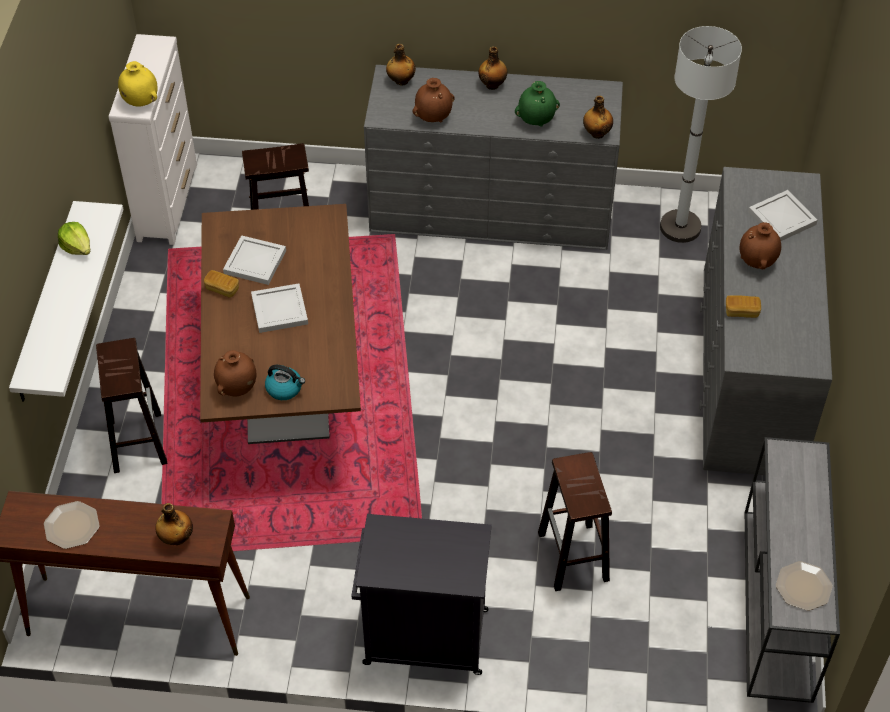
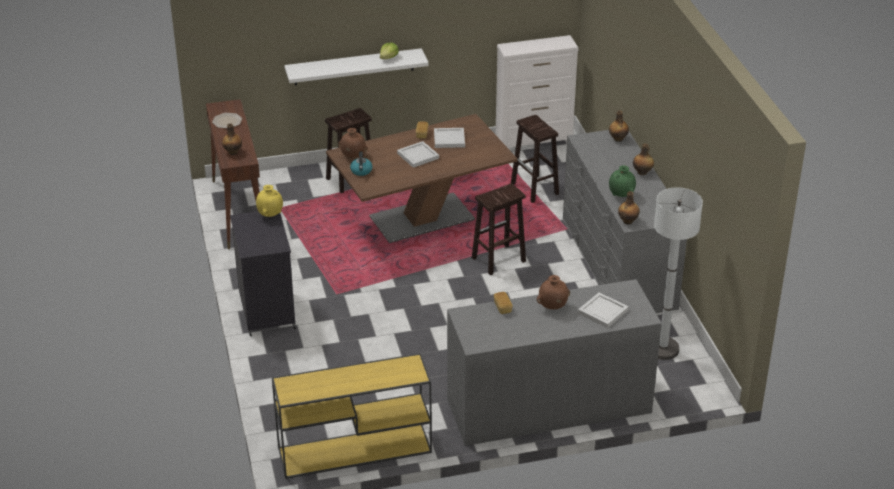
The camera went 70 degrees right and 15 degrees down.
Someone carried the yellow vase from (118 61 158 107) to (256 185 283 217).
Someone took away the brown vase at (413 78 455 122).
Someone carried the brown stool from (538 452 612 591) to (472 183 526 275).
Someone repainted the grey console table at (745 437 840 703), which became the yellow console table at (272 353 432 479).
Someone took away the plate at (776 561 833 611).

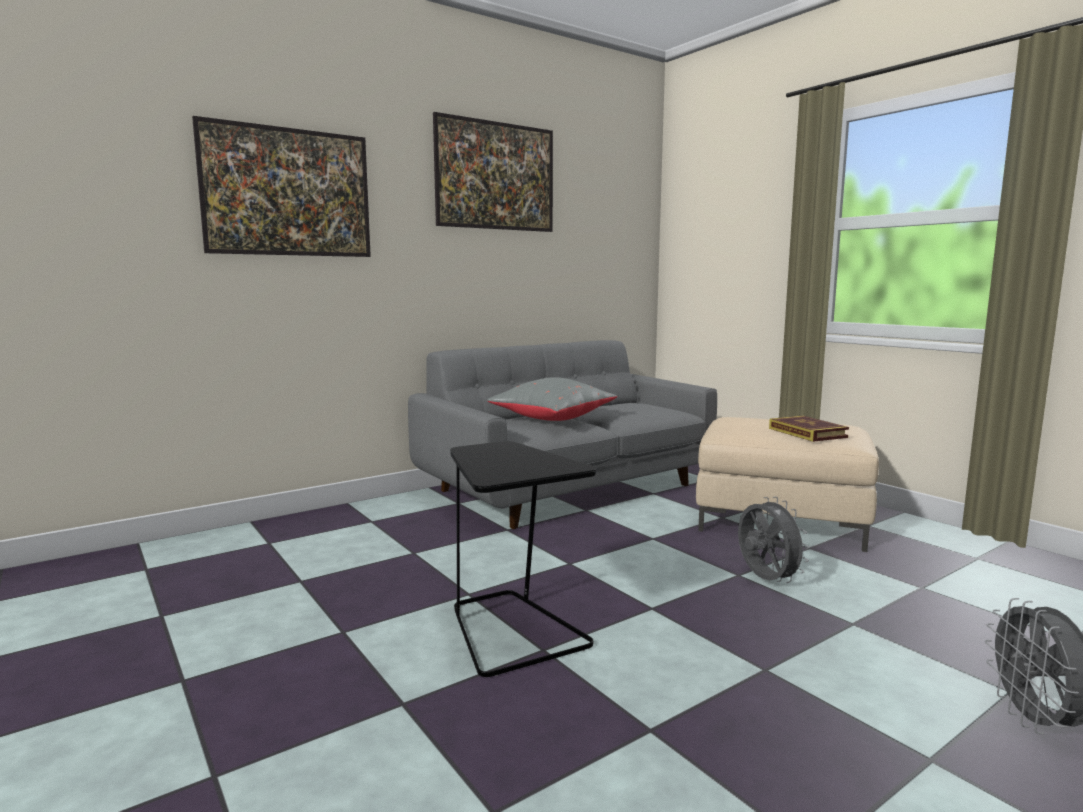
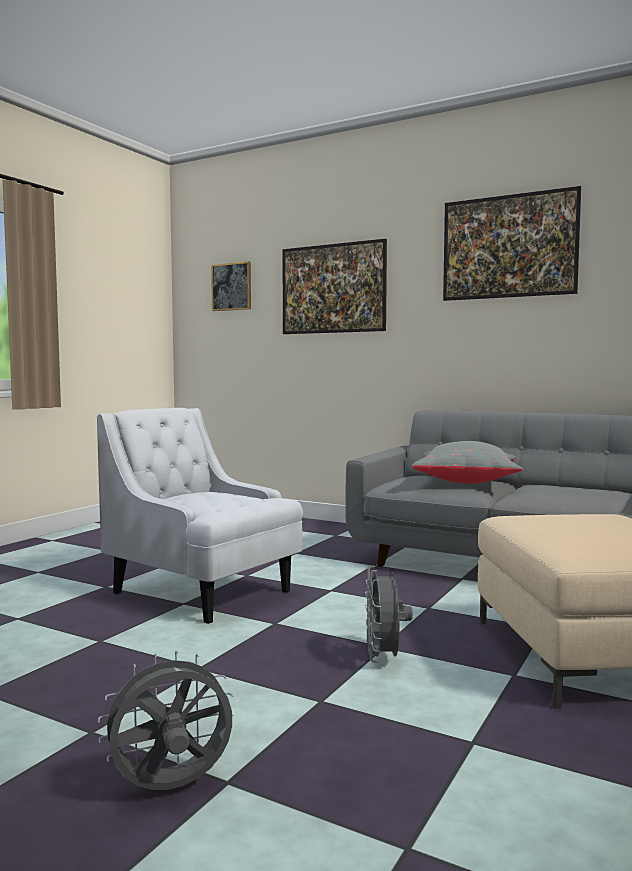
The camera went 65 degrees right and 5 degrees down.
Someone swapped the black side table at (450 441 597 677) for the white armchair at (97 408 303 624).
Someone rotated the grey fan at (738 497 810 583) by 135 degrees clockwise.
Someone took away the book at (769 416 849 442).
Someone put up the picture at (211 261 251 311).

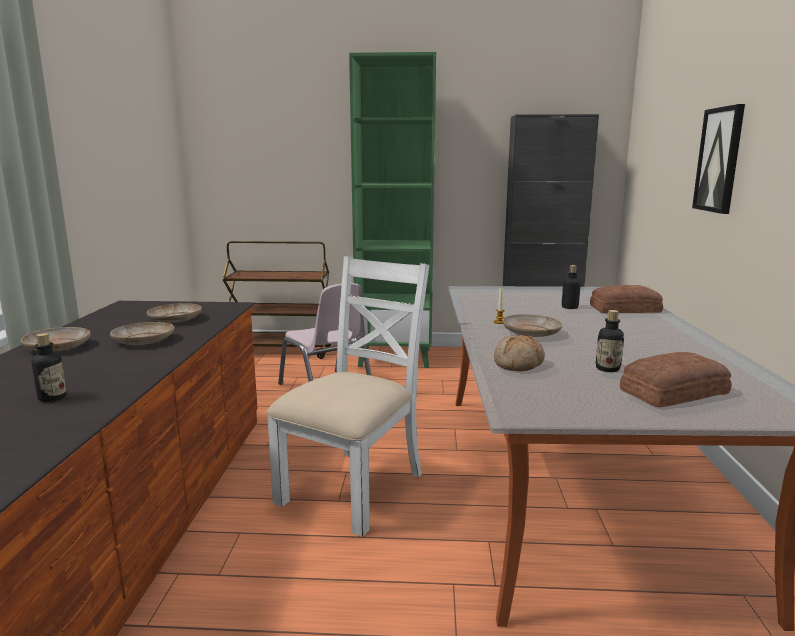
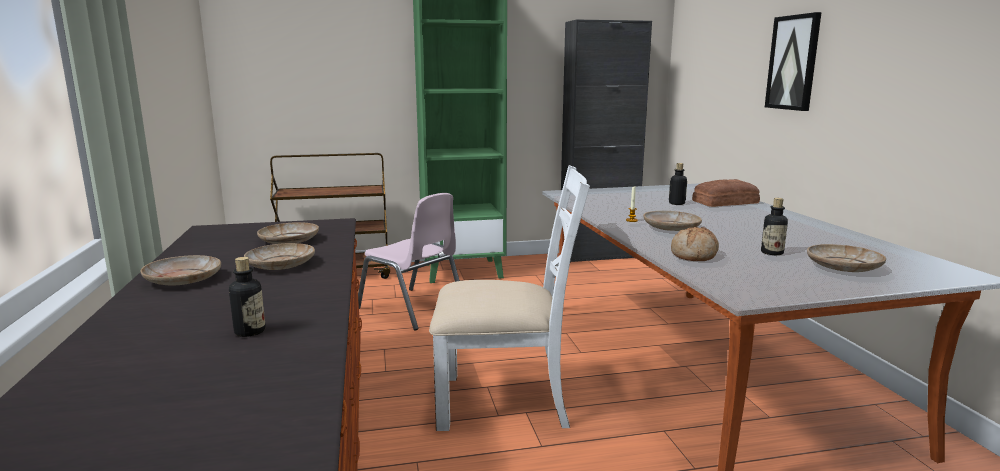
The camera went 15 degrees left and 0 degrees up.
Someone rotated the white chair at (266 256 430 537) by 75 degrees clockwise.
Someone swapped the bread at (620 352 732 408) for the beige plate at (807 244 886 272).

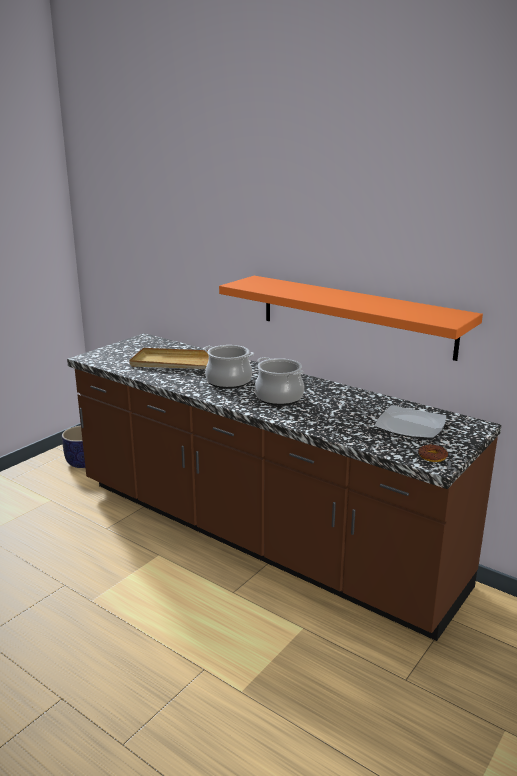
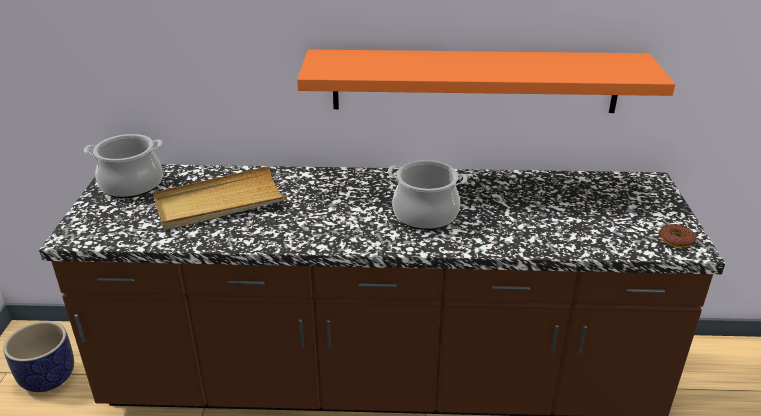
The camera went 35 degrees left and 10 degrees up.
Someone carried the cooking pot from (203 345 254 389) to (84 134 163 198).
Someone took away the plate at (375 405 446 439).

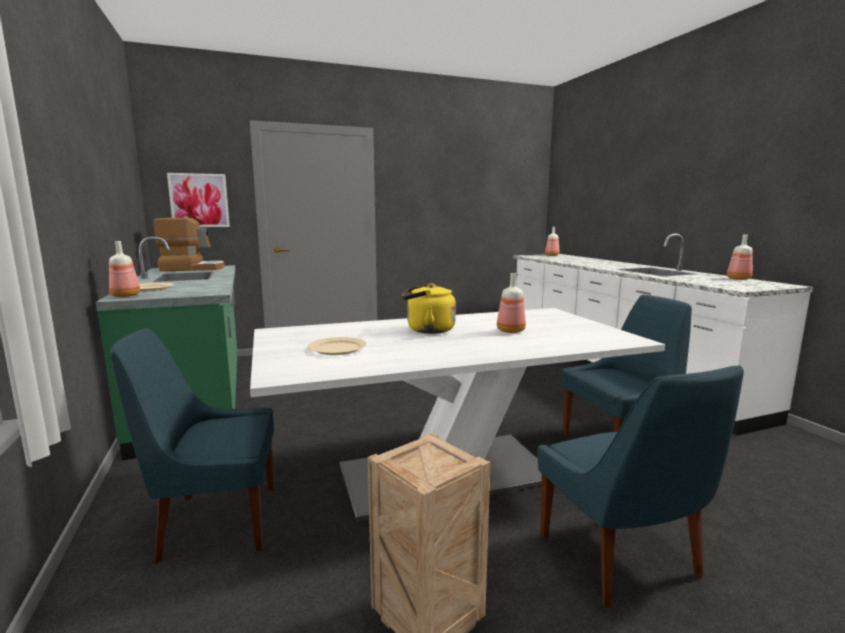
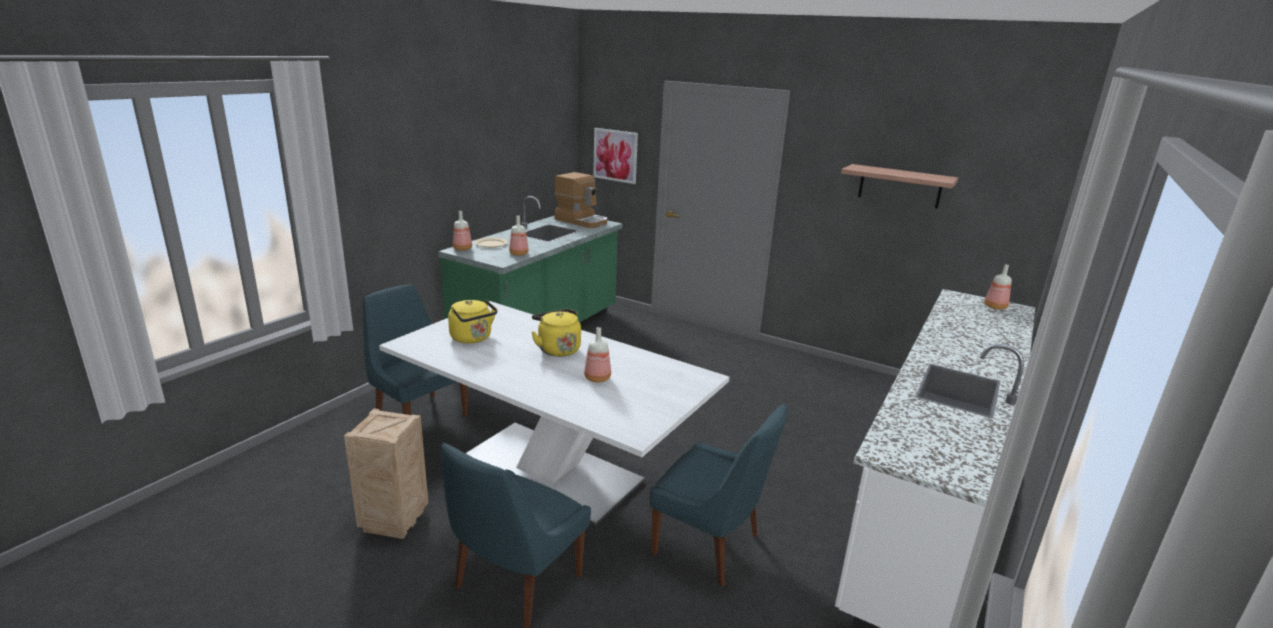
The camera went 50 degrees right and 10 degrees up.
Someone swapped the beige plate at (308 337 366 355) for the yellow kettle at (448 299 497 343).
Someone carried the bottle from (727 235 753 280) to (509 216 529 256).
Someone put up the shelf at (841 164 958 209).

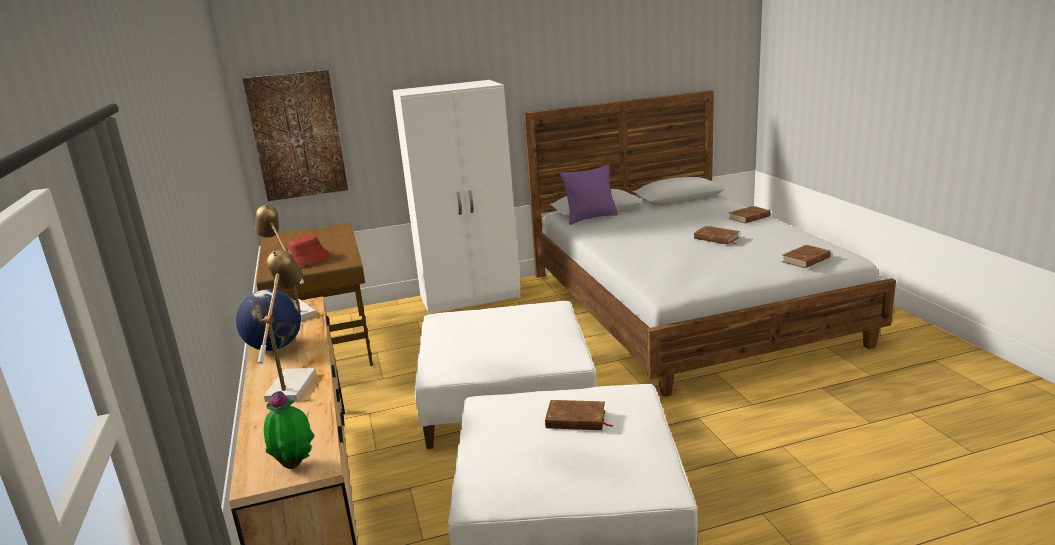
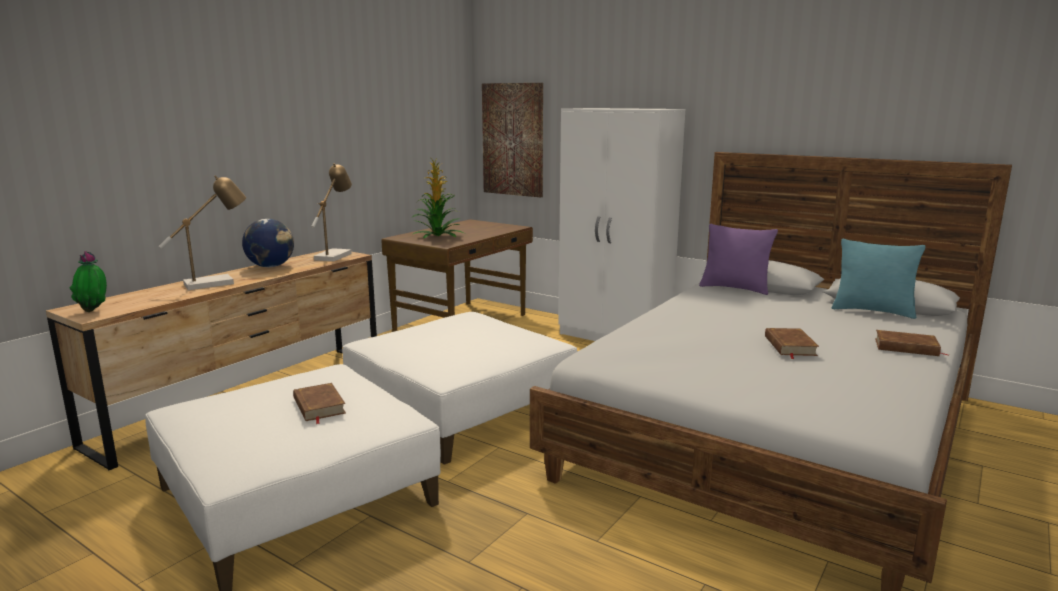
The camera went 50 degrees right and 5 degrees down.
Someone swapped the red hat at (288 235 330 266) for the potted plant at (411 157 463 238).
Someone took away the brown book at (782 245 831 268).
Someone put down the turquoise pillow at (832 239 926 319).

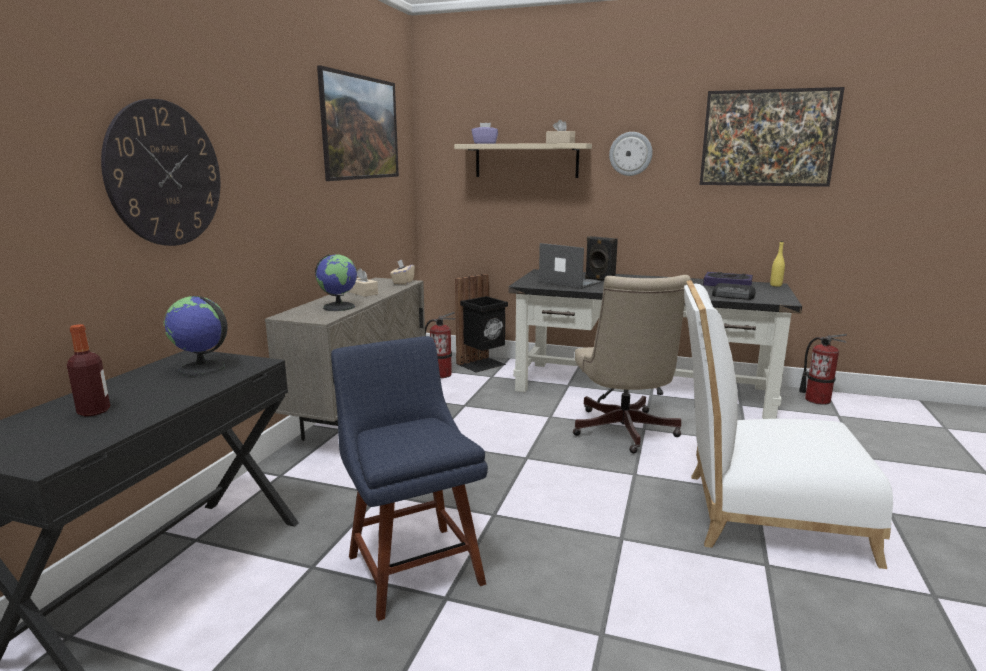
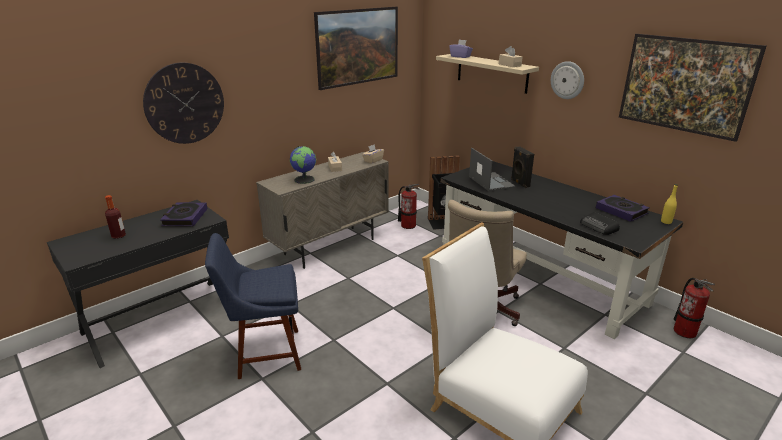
The camera went 30 degrees right and 10 degrees up.
Someone swapped the globe at (164 296 228 376) for the book at (160 202 207 227).
Someone rotated the blue chair at (331 336 488 621) by 105 degrees counterclockwise.

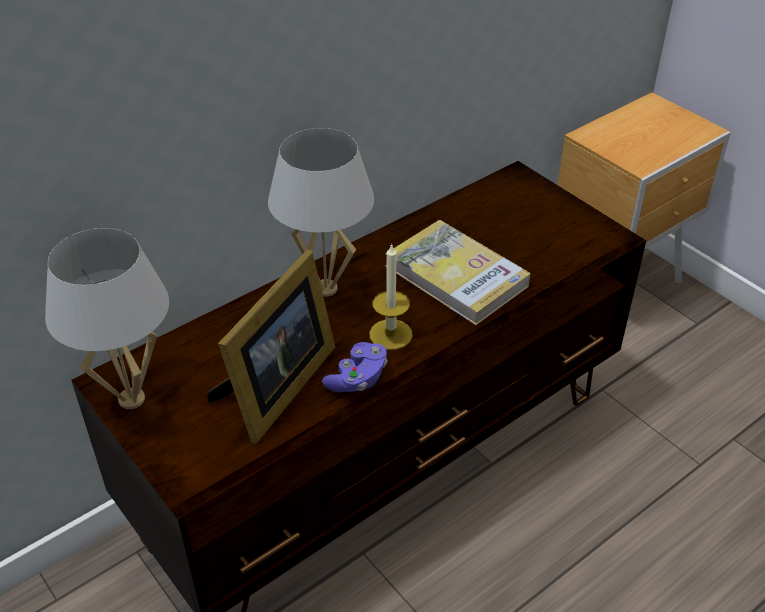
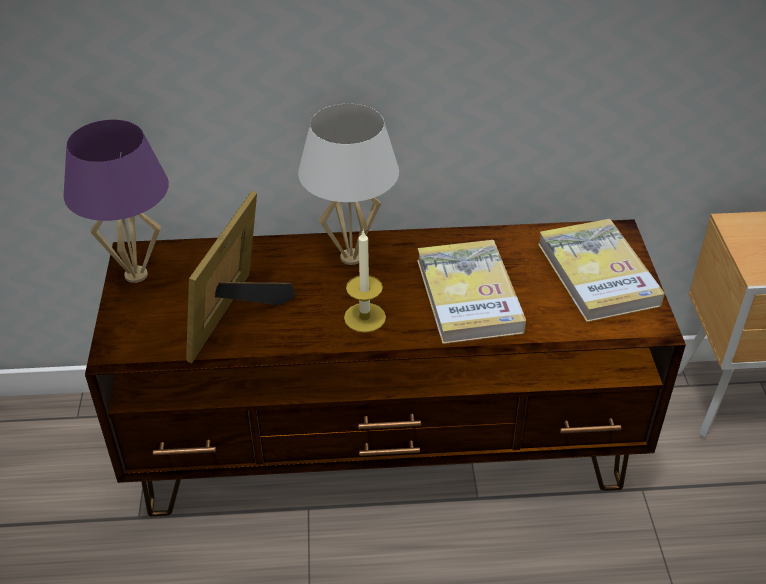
The camera went 35 degrees right and 0 degrees up.
Someone repainted the white table lamp at (45 228 169 409), which became the purple table lamp at (64 120 169 283).
Someone rotated the picture frame at (207 250 335 444) by 135 degrees clockwise.
Someone took away the purple game controller at (322 342 387 392).
Someone put down the book at (538 219 665 322).

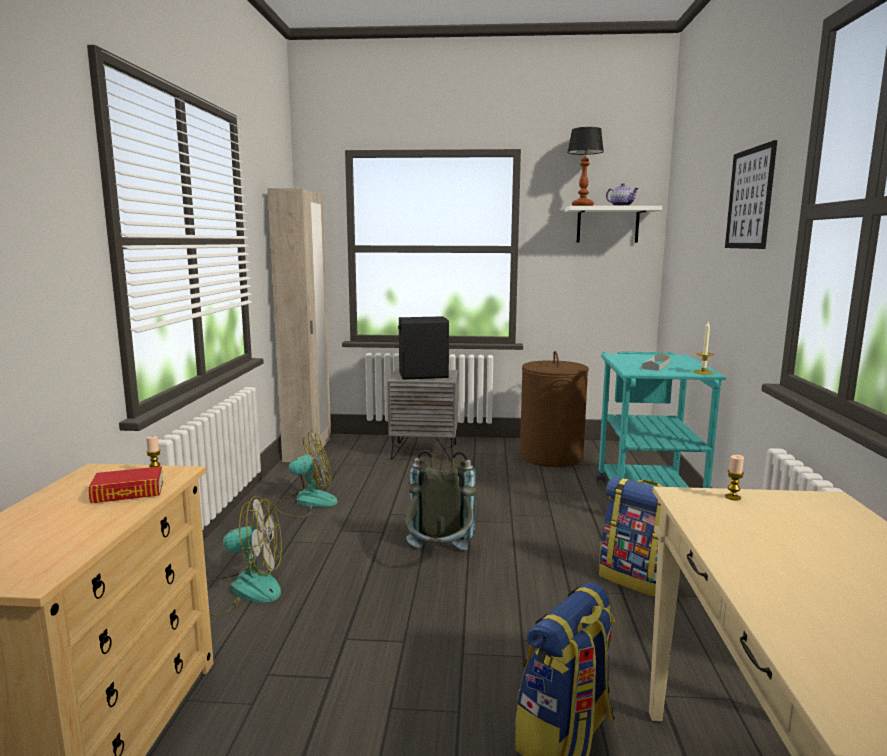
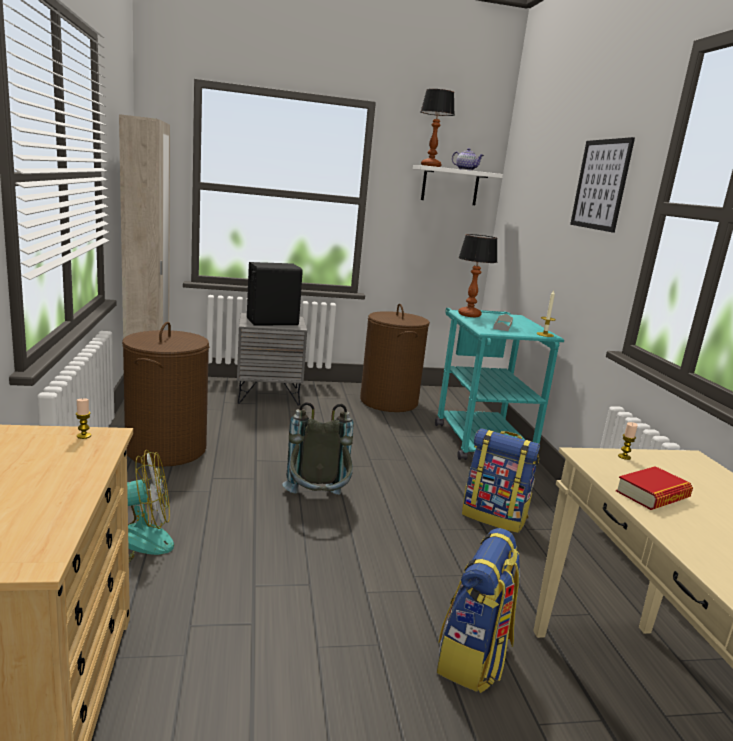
The camera went 15 degrees left and 5 degrees up.
Someone carried the book from (89 466 163 503) to (616 466 693 510).
Someone swapped the fan at (274 432 338 518) for the brown laundry basket at (122 322 209 467).
Someone put down the table lamp at (458 234 497 317).

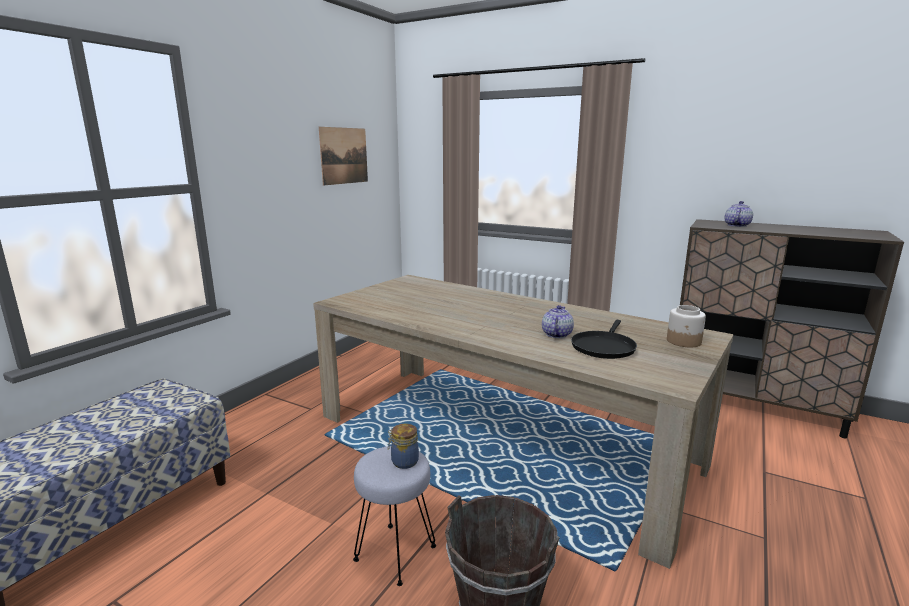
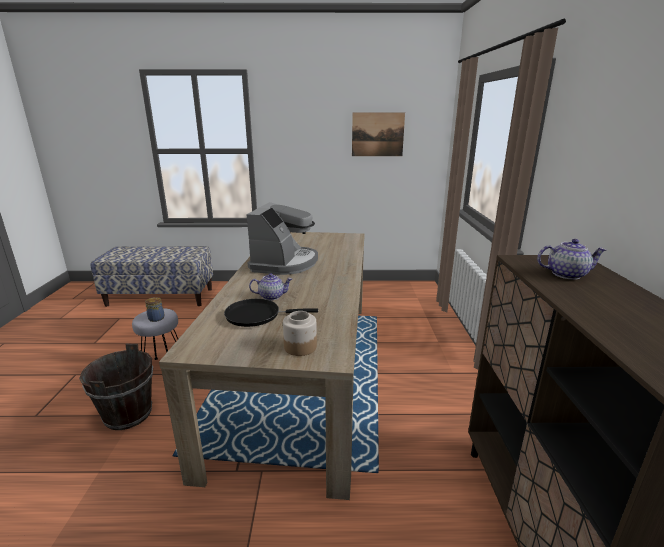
The camera went 60 degrees right and 5 degrees up.
Someone put down the coffee machine at (246 202 318 275).

